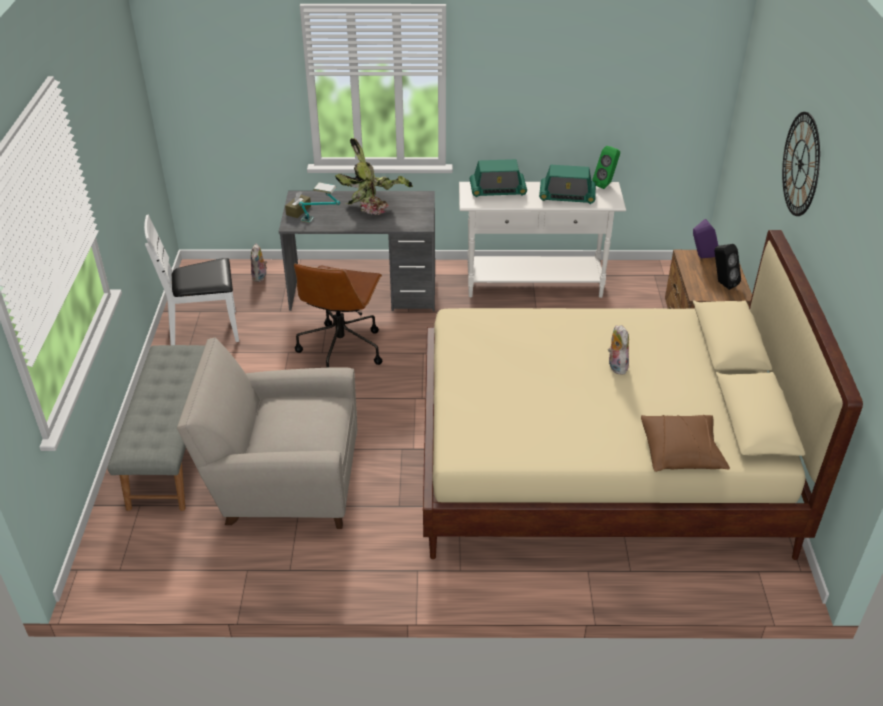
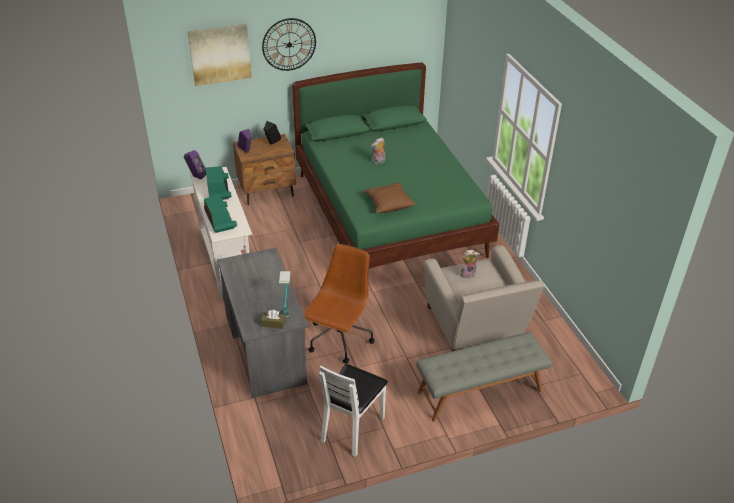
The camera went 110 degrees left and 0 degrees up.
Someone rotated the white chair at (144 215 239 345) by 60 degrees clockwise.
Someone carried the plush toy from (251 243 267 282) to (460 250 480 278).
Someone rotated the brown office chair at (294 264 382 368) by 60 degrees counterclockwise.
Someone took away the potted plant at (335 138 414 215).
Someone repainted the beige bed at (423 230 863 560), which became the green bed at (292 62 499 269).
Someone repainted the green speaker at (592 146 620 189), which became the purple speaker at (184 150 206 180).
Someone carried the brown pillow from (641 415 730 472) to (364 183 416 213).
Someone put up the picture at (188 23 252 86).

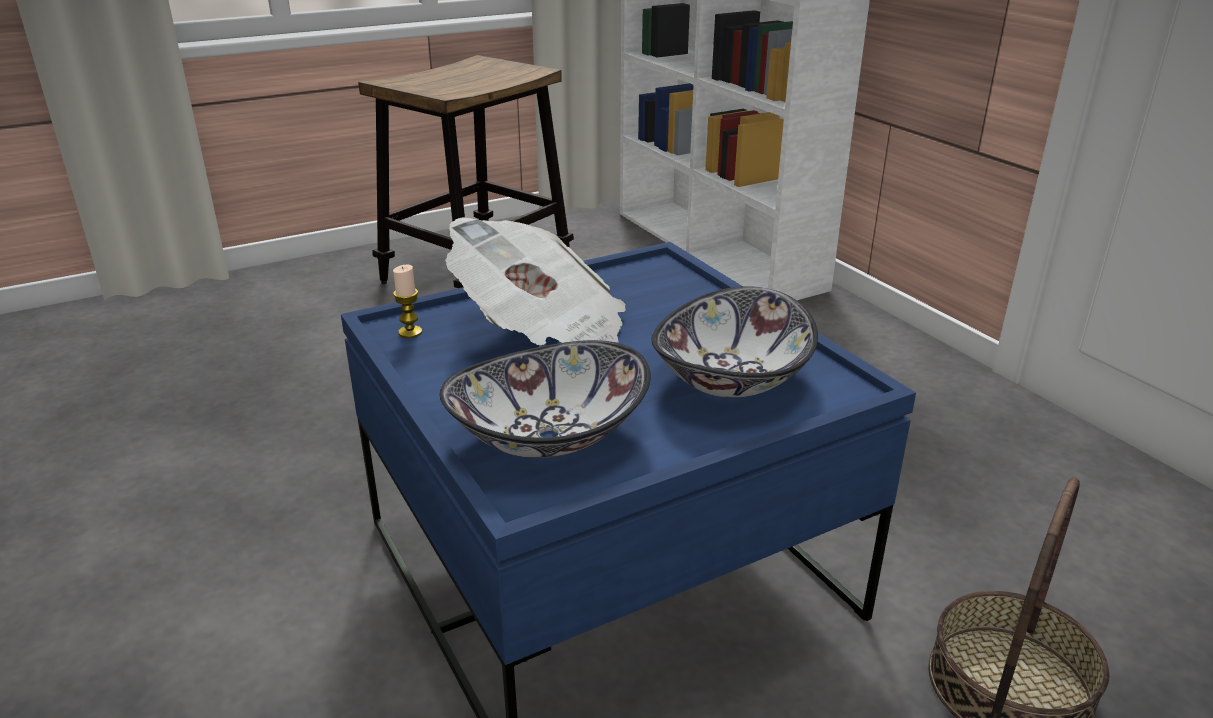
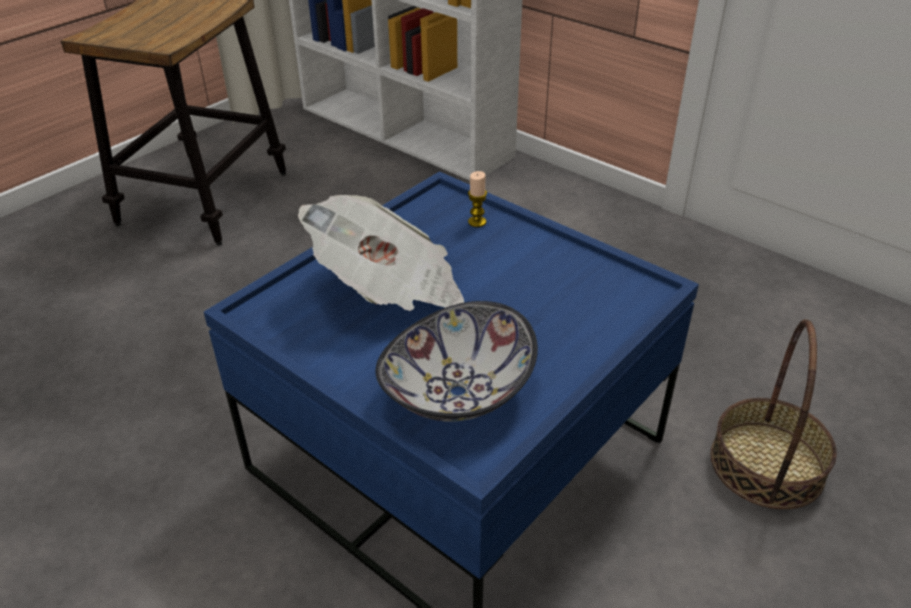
The camera went 20 degrees left and 10 degrees up.
Someone carried the candle from (393 265 422 338) to (468 171 487 227).
Someone took away the bowl at (651 286 818 398).

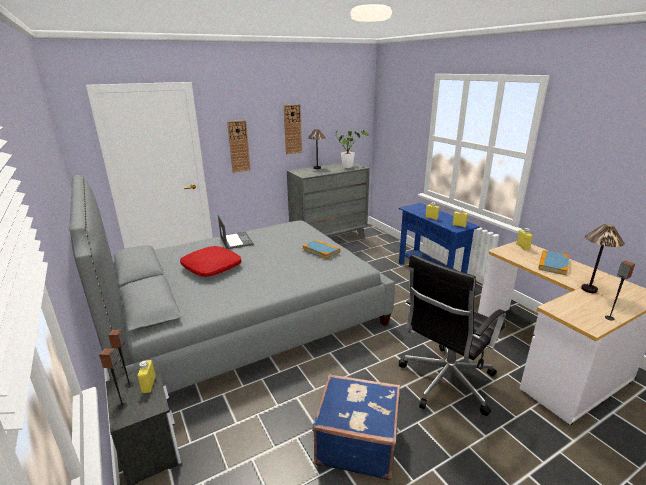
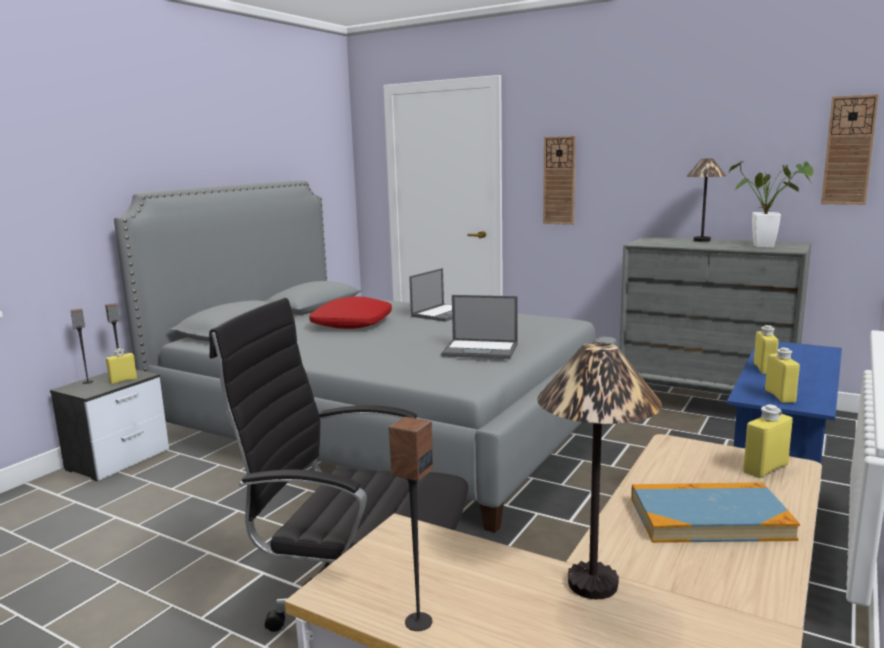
The camera went 60 degrees right and 10 degrees down.
Someone carried the wall clock from (284 104 302 154) to (821 94 879 205).
Someone swapped the book at (303 240 340 259) for the laptop at (441 295 518 359).
Someone took away the blue suitcase at (312 374 400 480).

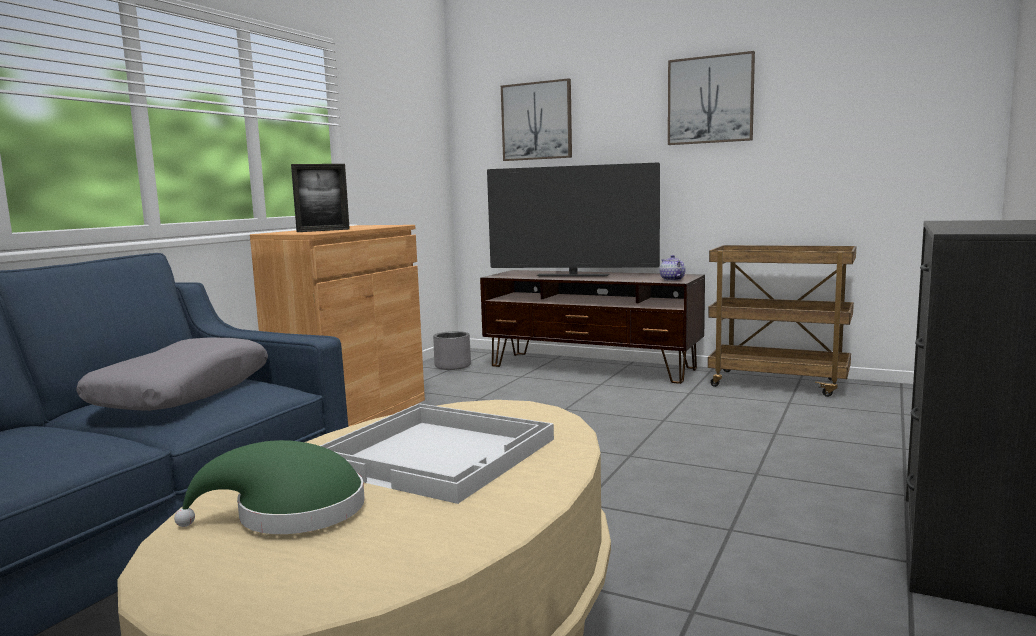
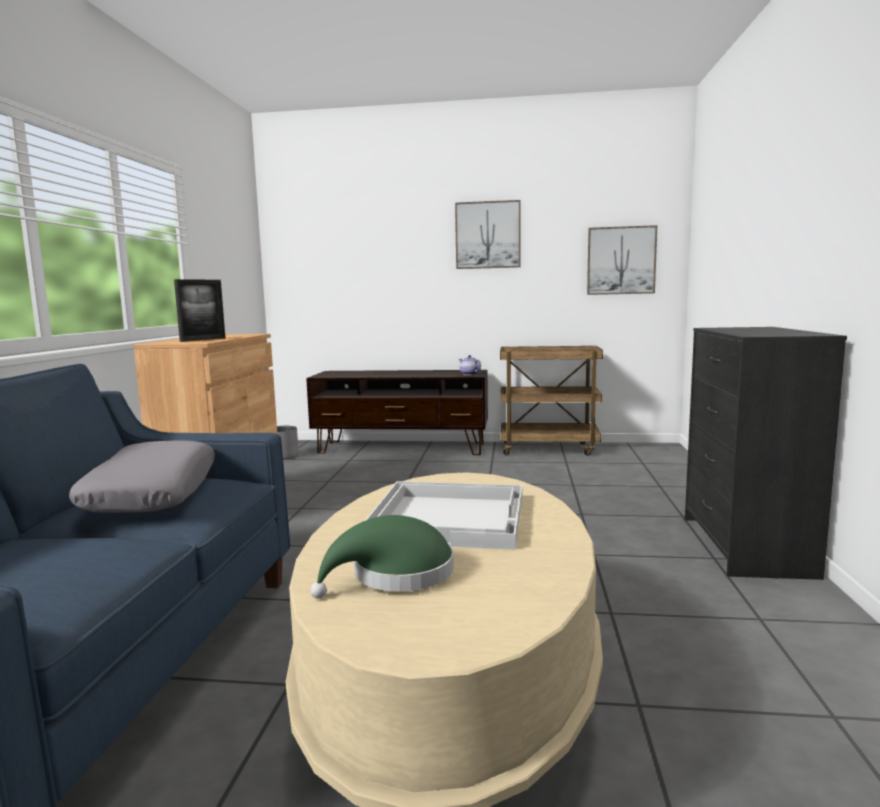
The camera went 20 degrees left and 0 degrees up.
Someone took away the television at (487 162 660 277).
Someone carried the picture from (501 78 572 161) to (587 225 657 295).

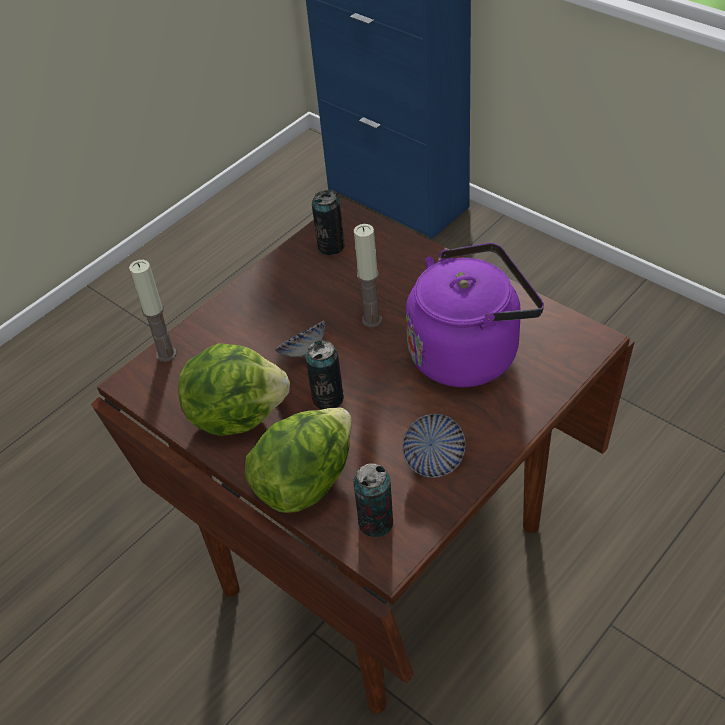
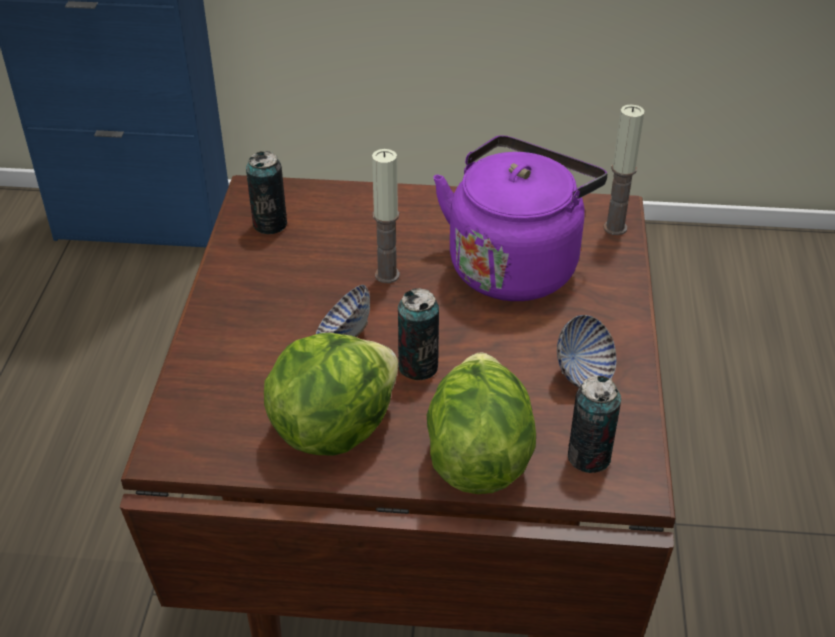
The camera went 40 degrees left and 5 degrees down.
Someone carried the candle from (129 260 176 362) to (603 104 644 235).

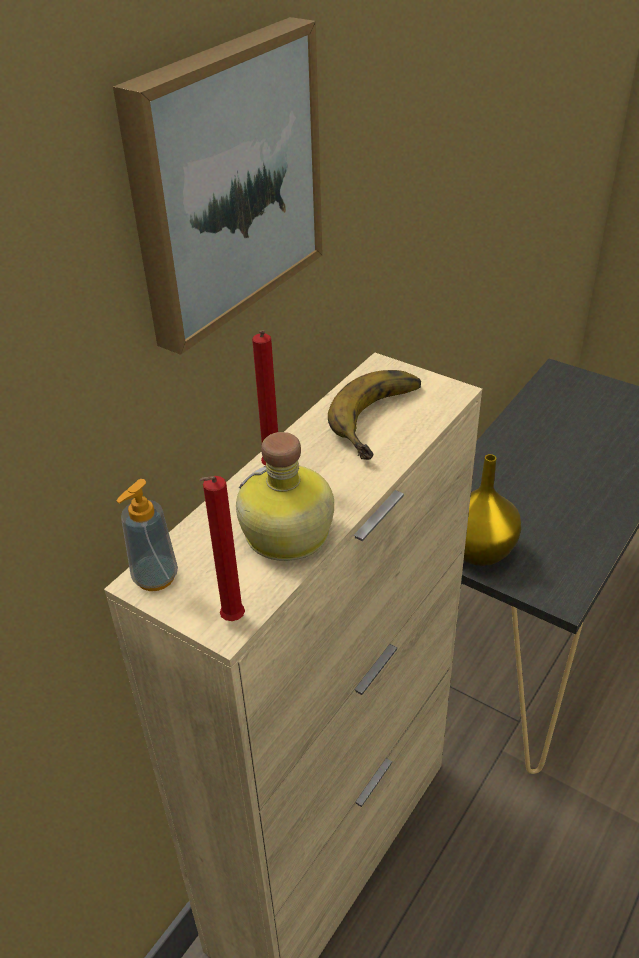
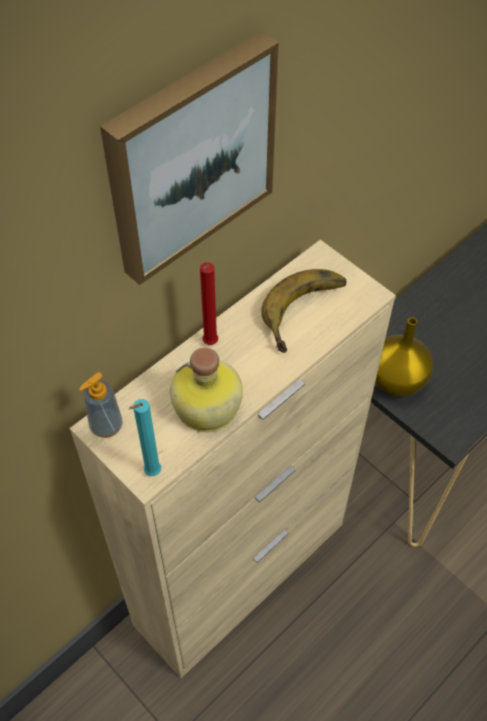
The camera went 10 degrees right and 15 degrees up.
Someone repainted the red candle at (200 476 245 621), which became the turquoise candle at (129 399 161 476).

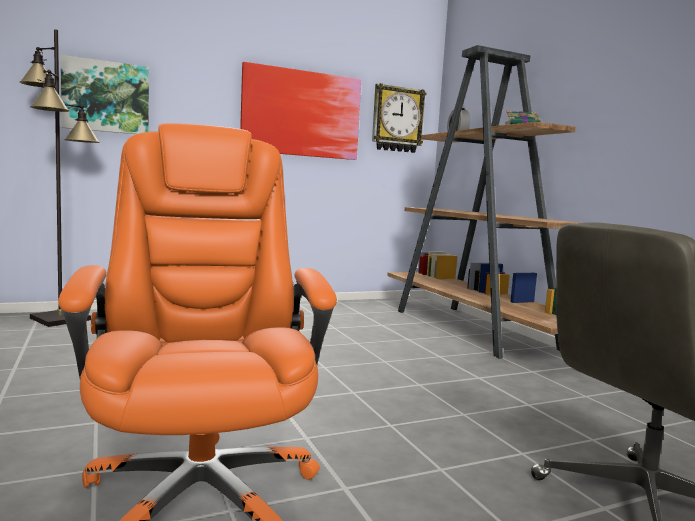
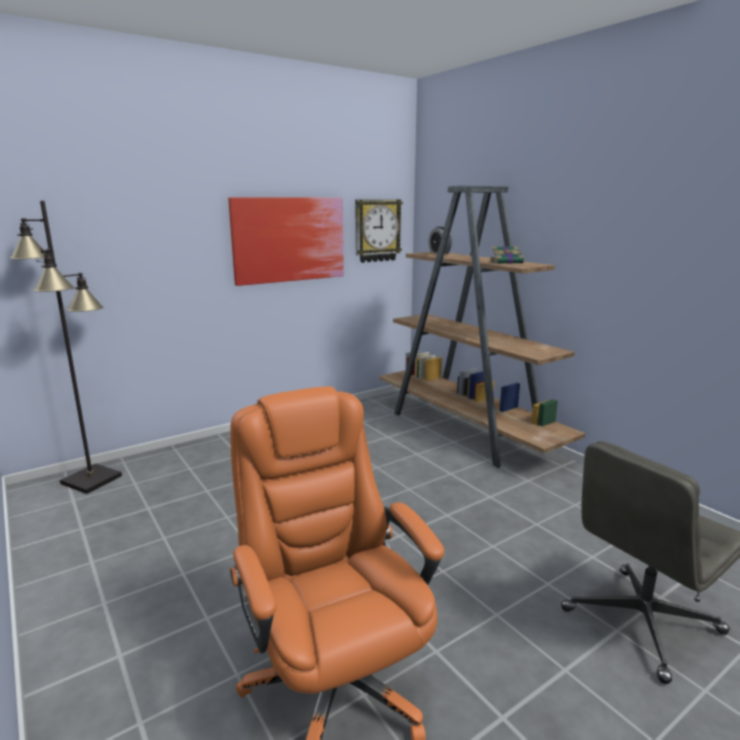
The camera went 10 degrees left and 10 degrees up.
Someone took away the picture at (61 55 149 134).

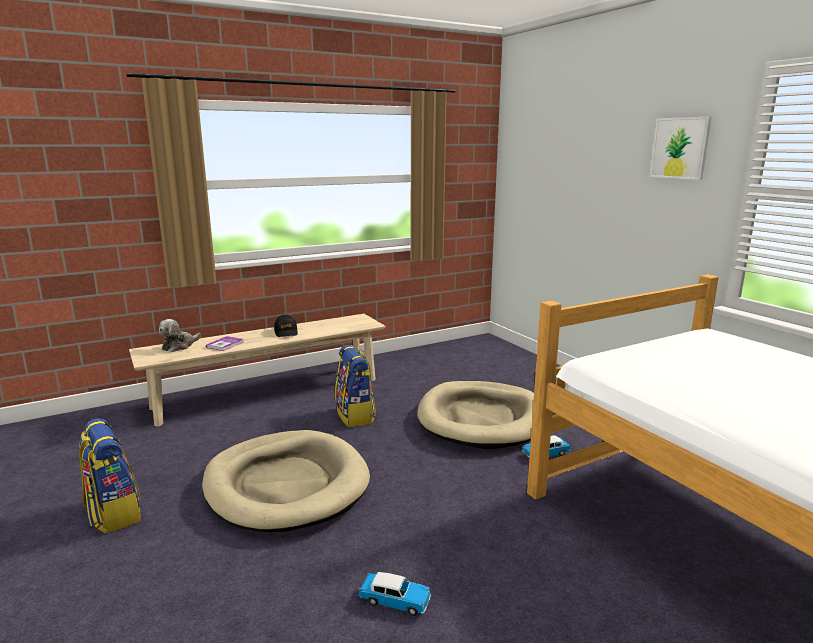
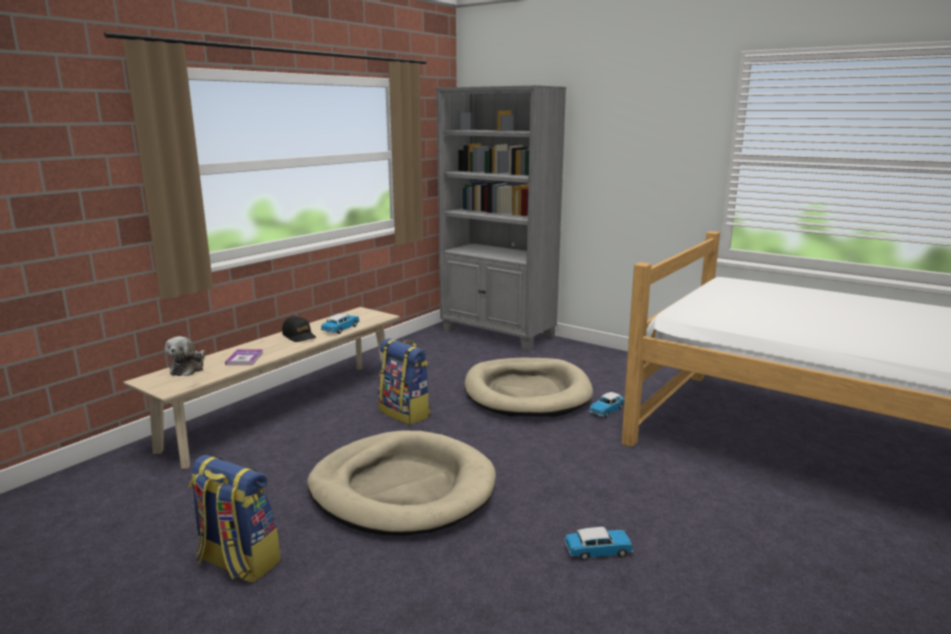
The camera went 25 degrees left and 0 degrees up.
Someone took away the picture at (650 116 712 180).
Someone put down the toy car at (321 313 360 334).
Someone put down the grey bookcase at (436 85 566 351).

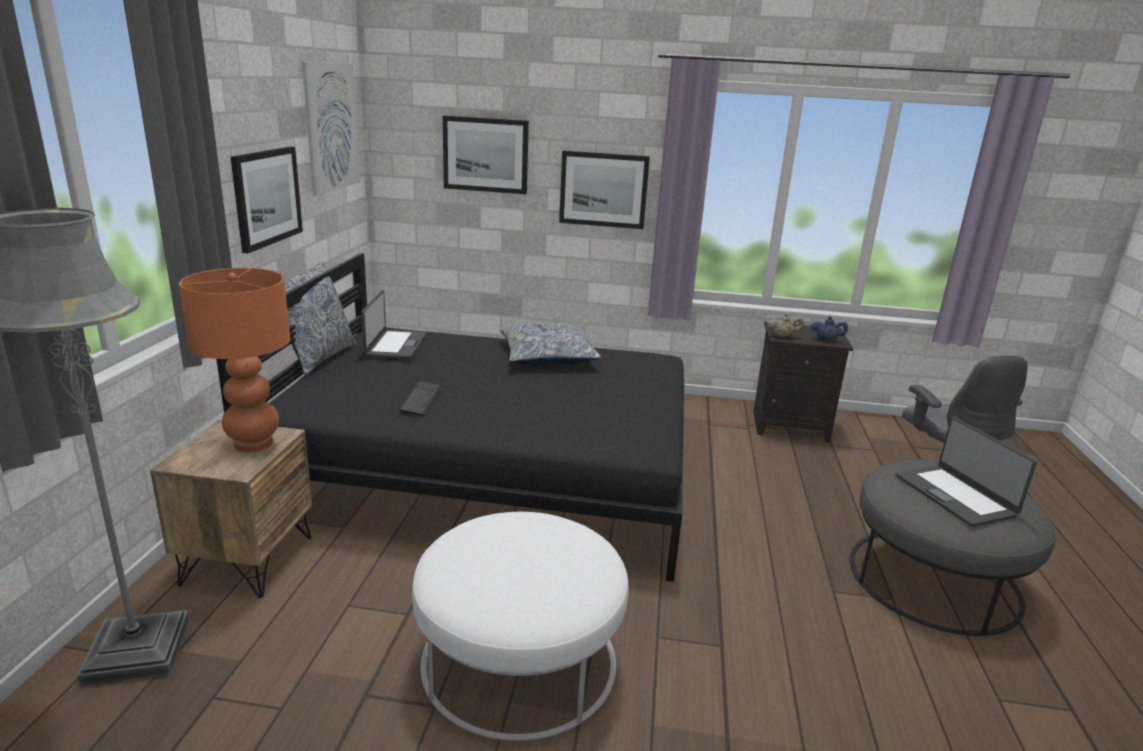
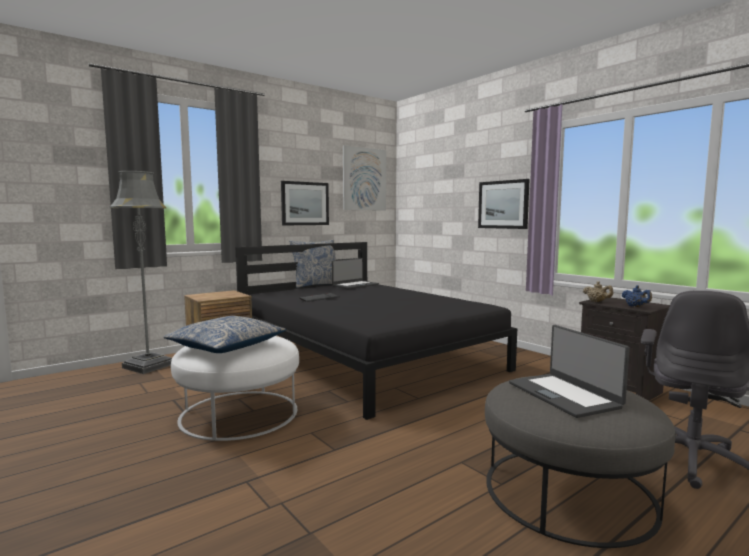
The camera went 45 degrees right and 15 degrees down.
Someone took away the orange table lamp at (178 268 290 452).
Someone took away the picture at (443 116 529 194).
Someone carried the pillow from (500 323 601 365) to (163 316 286 353).
Someone rotated the laptop at (896 417 1037 527) by 45 degrees counterclockwise.

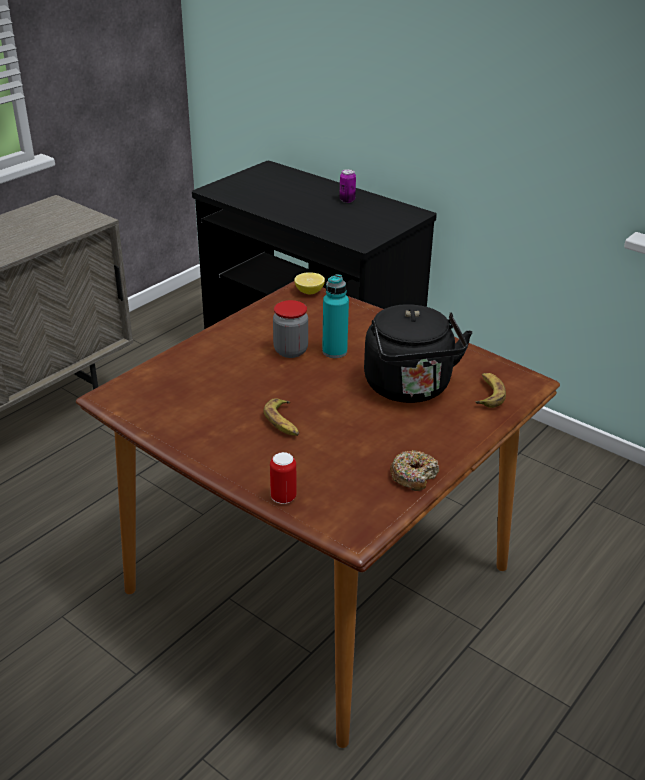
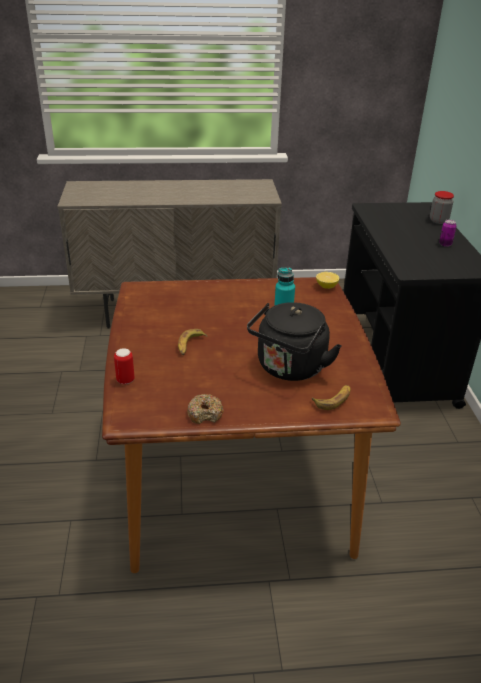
The camera went 45 degrees right and 0 degrees up.
Someone carried the jar from (273 300 308 358) to (430 191 454 224).

